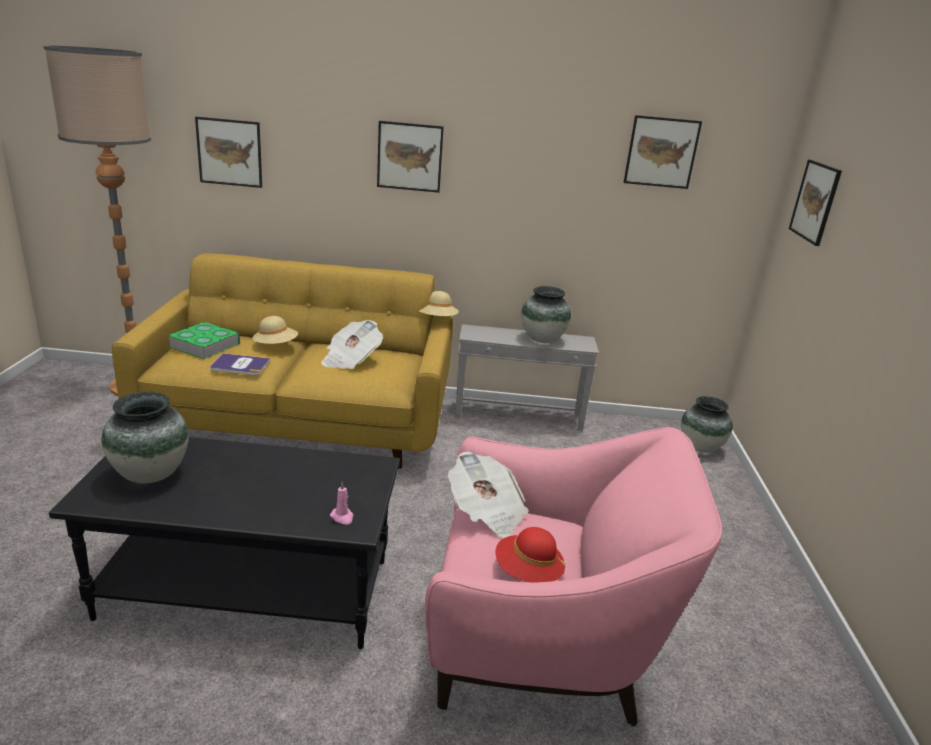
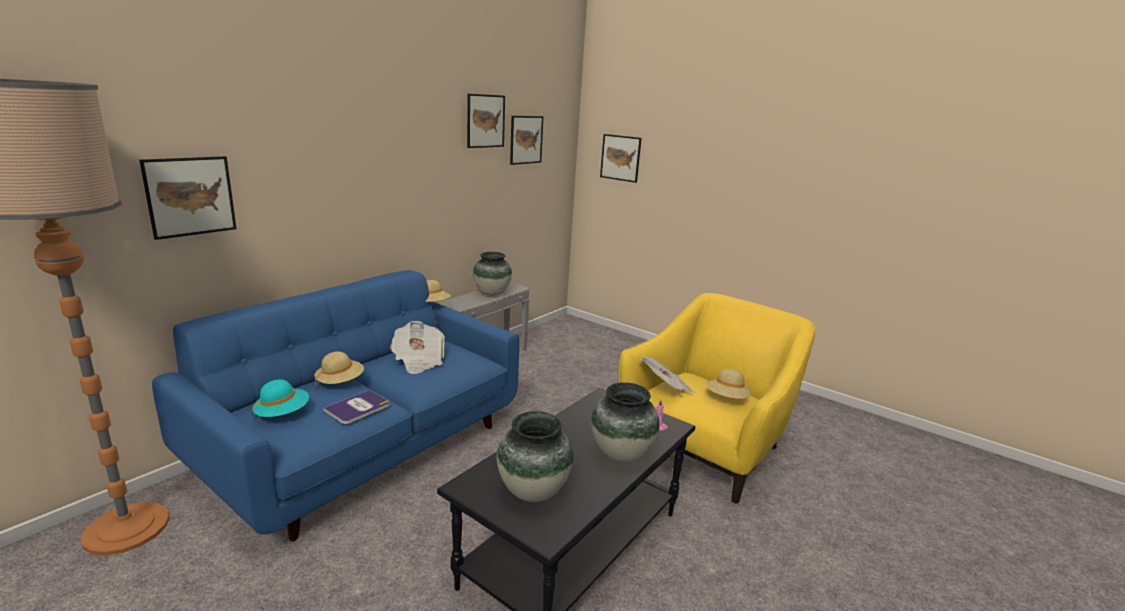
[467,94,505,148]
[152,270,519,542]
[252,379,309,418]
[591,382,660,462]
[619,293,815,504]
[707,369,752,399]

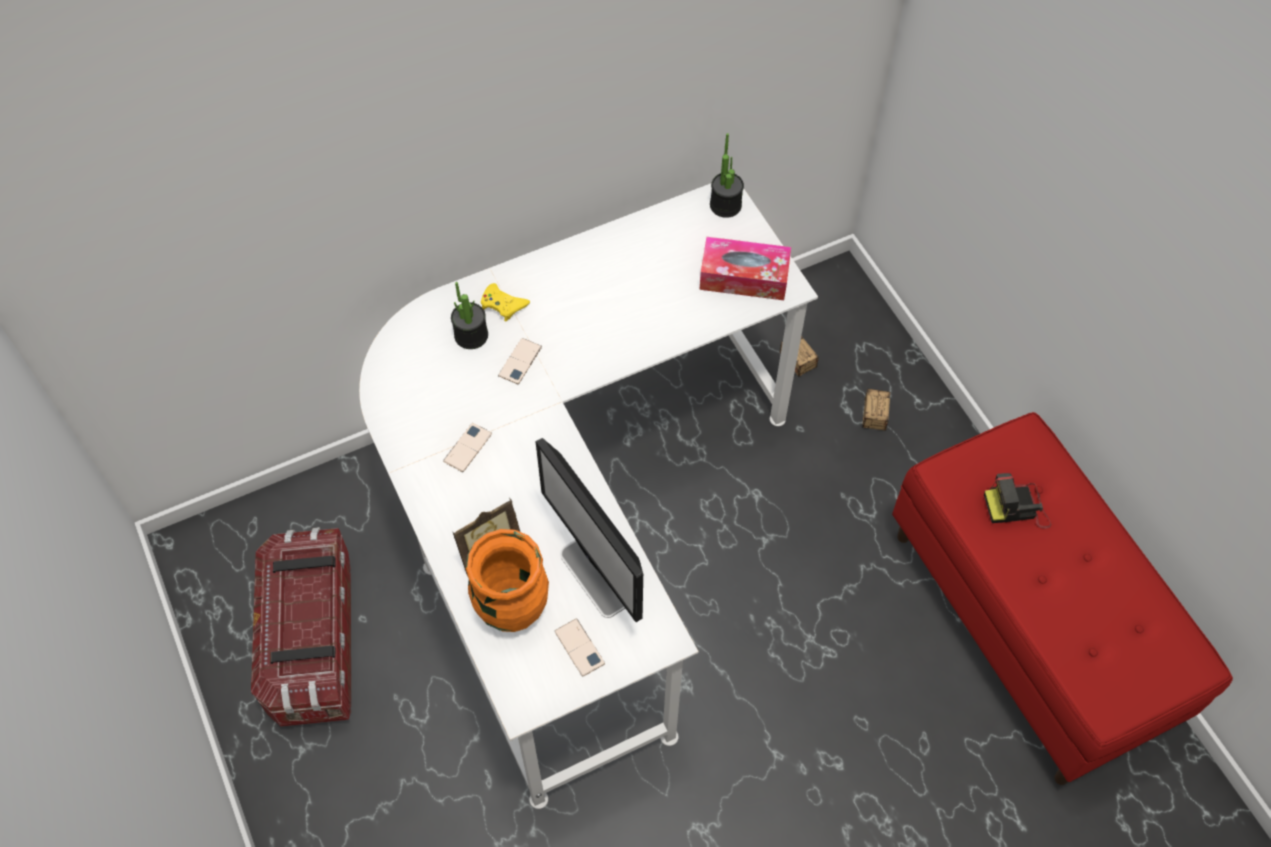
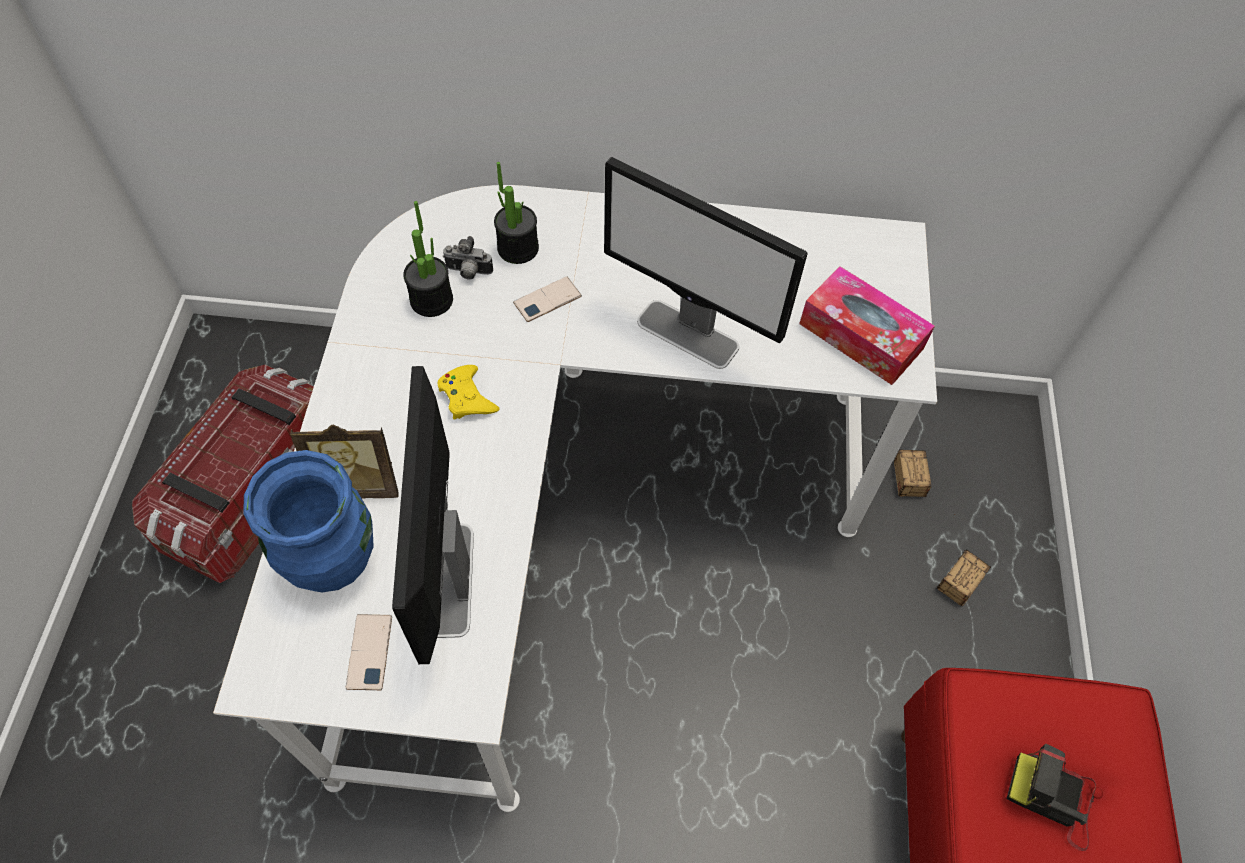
[403,201,453,317]
[438,365,499,420]
[443,423,492,472] (first image)
[243,450,373,592]
[604,157,808,369]
[442,236,493,280]

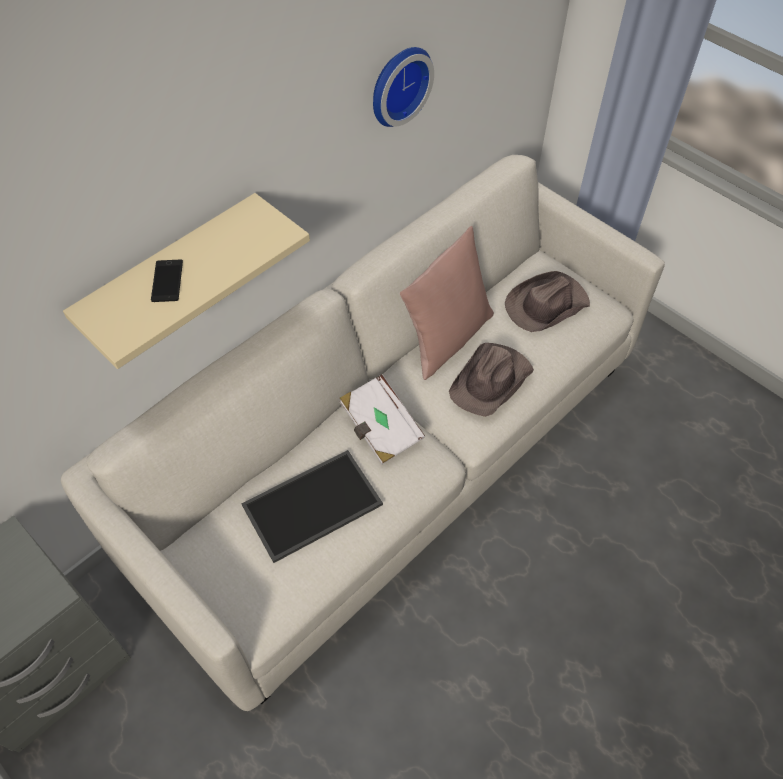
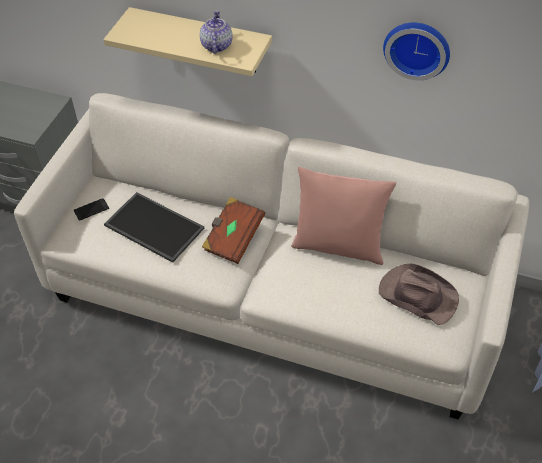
[74,198,109,221]
[449,343,534,417] (first image)
[202,197,265,264]
[200,10,232,54]

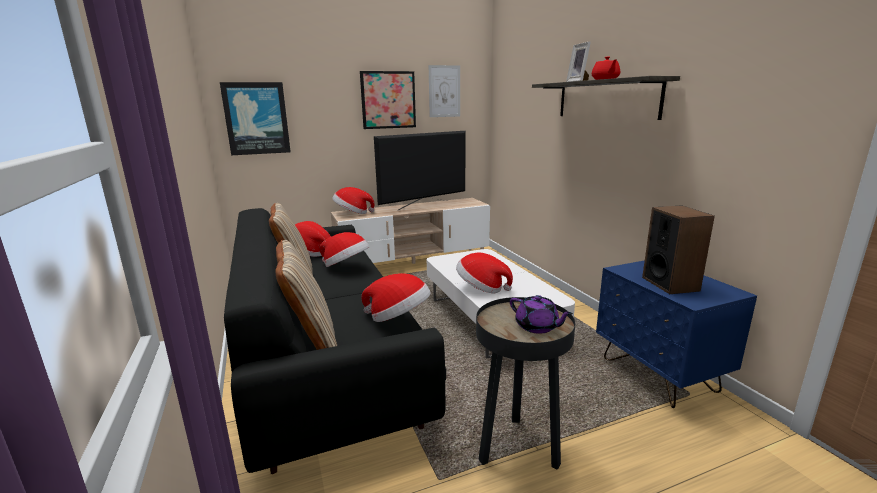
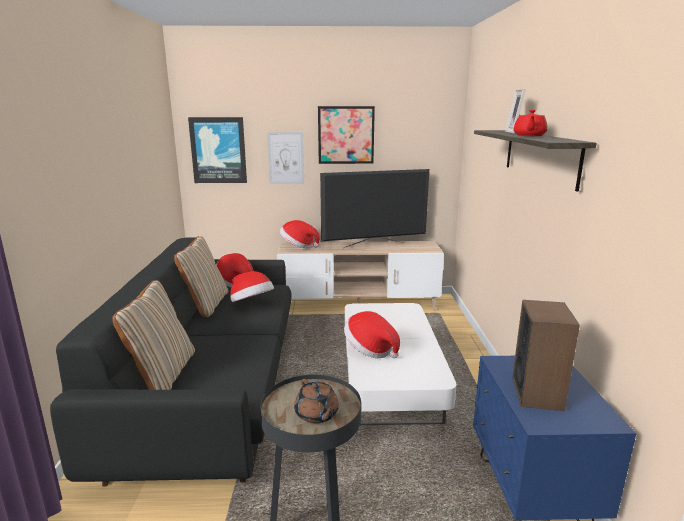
[267,132,304,184]
[361,273,431,322] (first image)
[294,379,339,424]

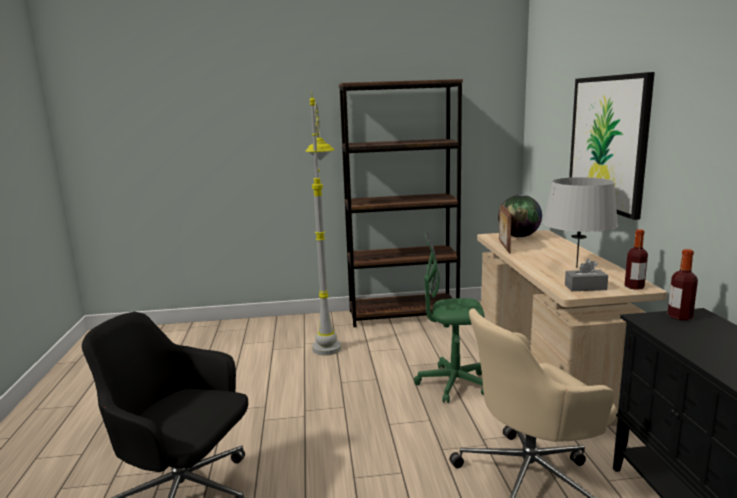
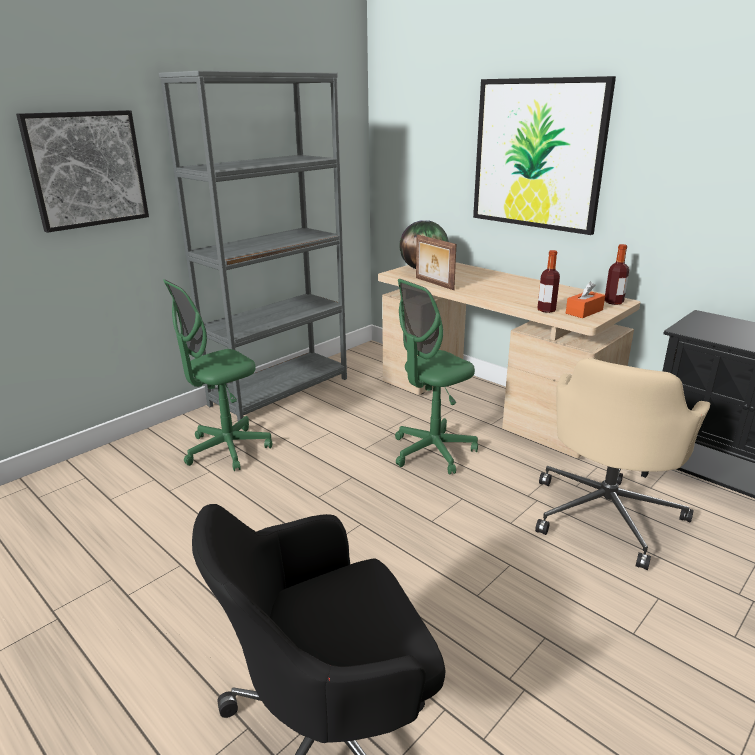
[159,71,347,421]
[163,279,272,471]
[543,177,618,268] (first image)
[537,250,560,313]
[566,282,605,318]
[16,110,149,233]

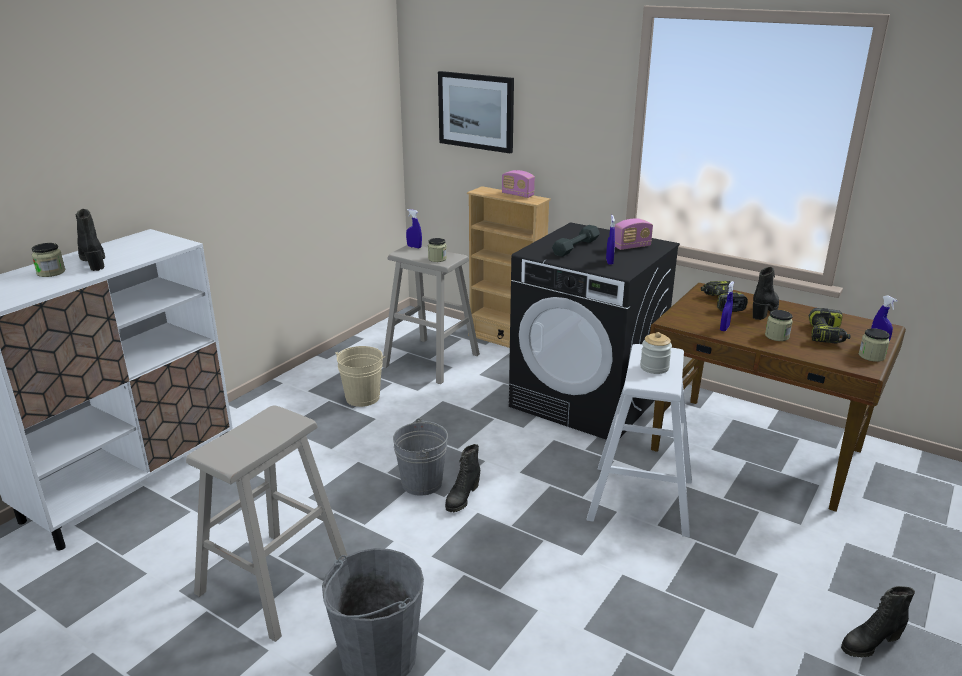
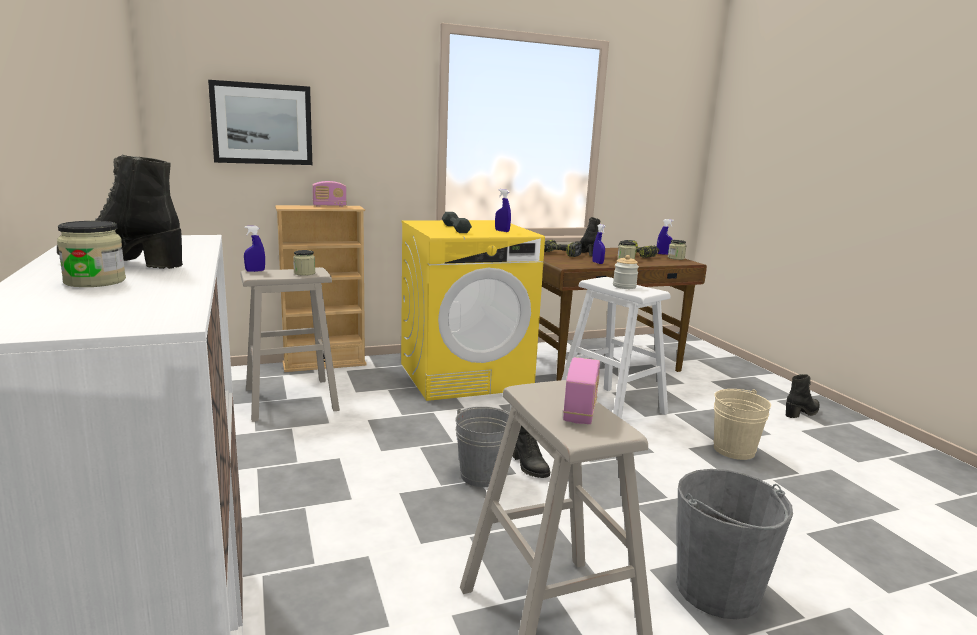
[563,357,600,424]
[401,220,545,401]
[714,389,771,460]
[786,374,820,418]

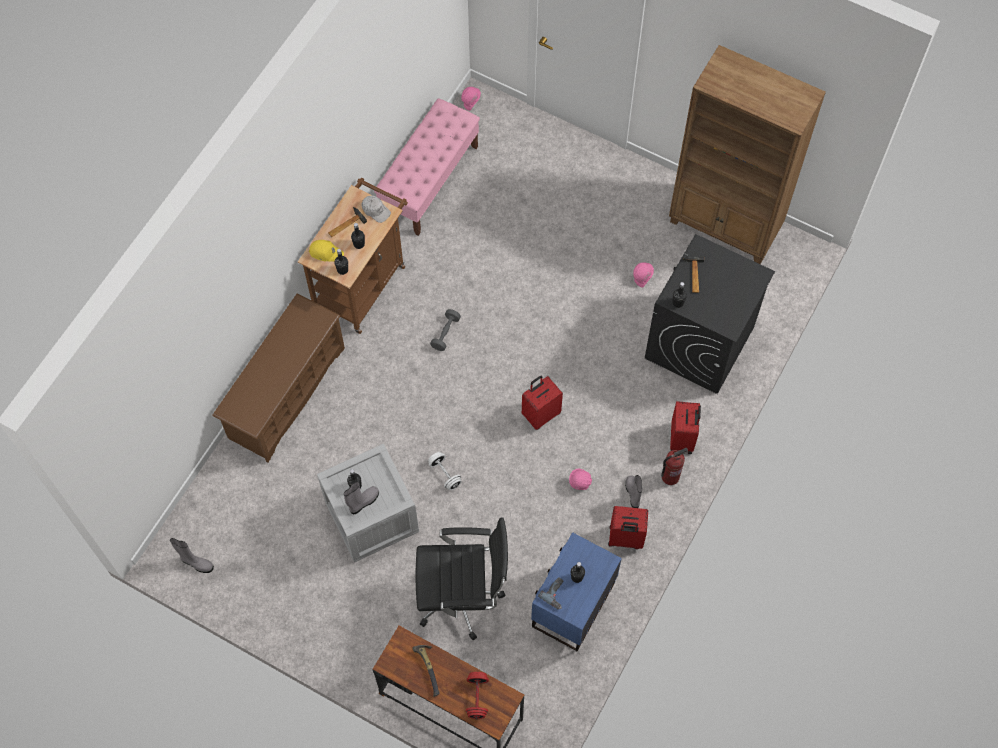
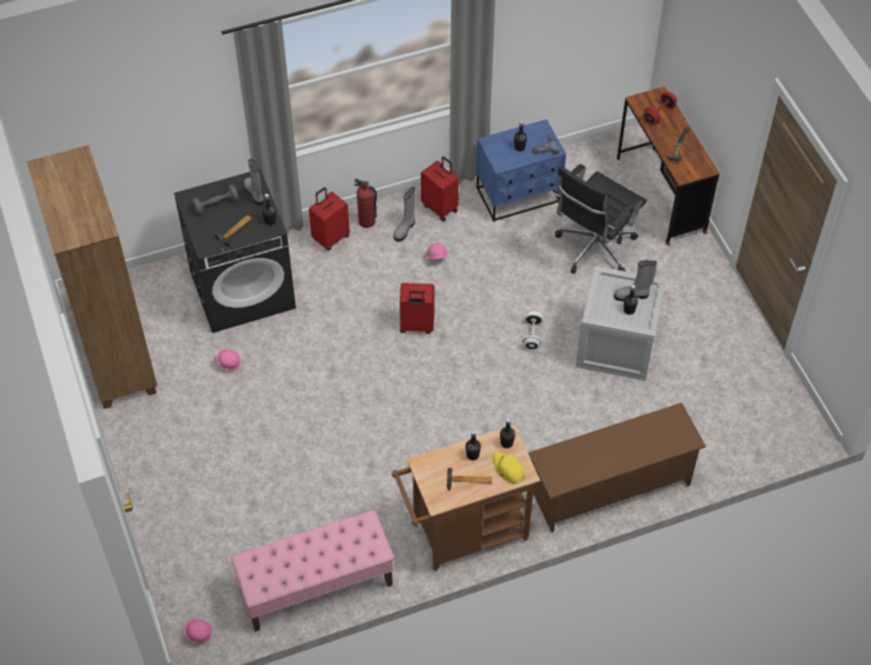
[361,196,391,223] (first image)
[192,184,239,215]
[554,164,647,274]
[244,159,264,205]

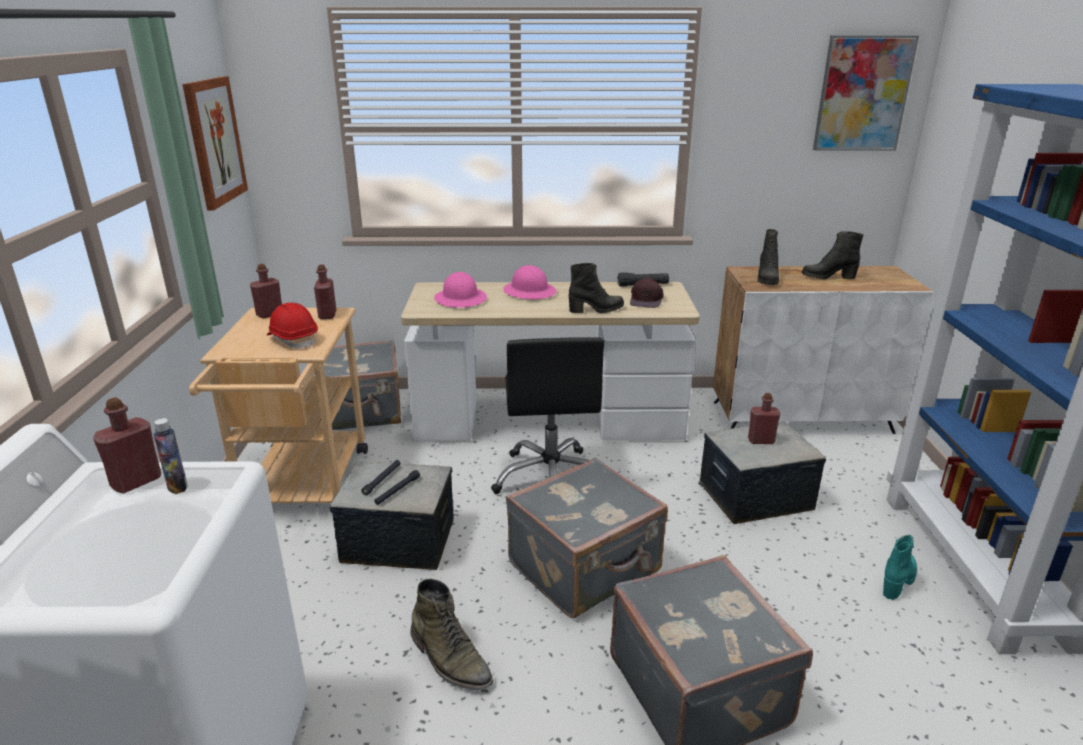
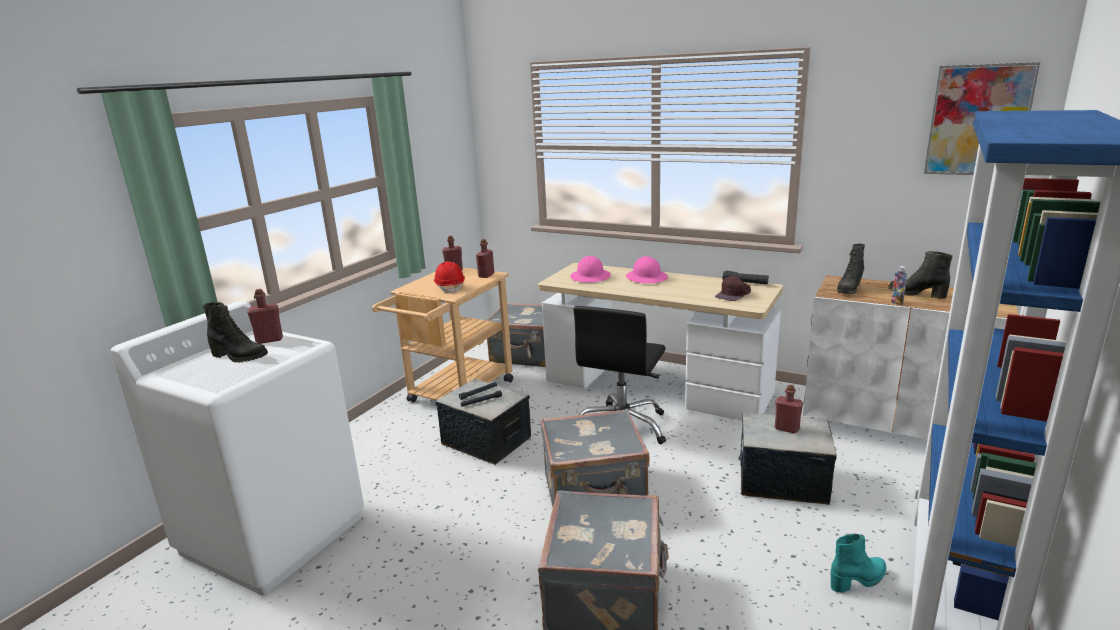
[182,77,248,210] (first image)
[202,302,268,363]
[891,266,907,305]
[411,579,493,691] (first image)

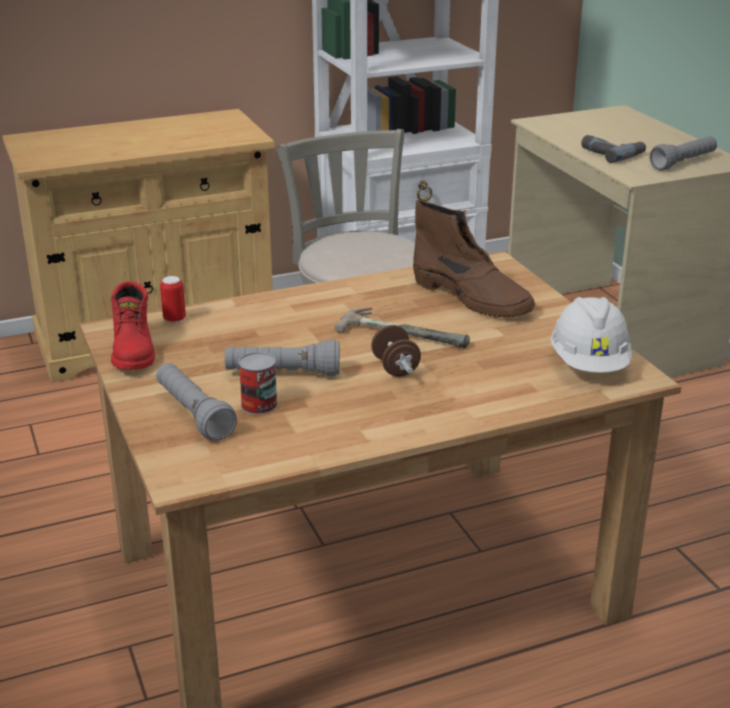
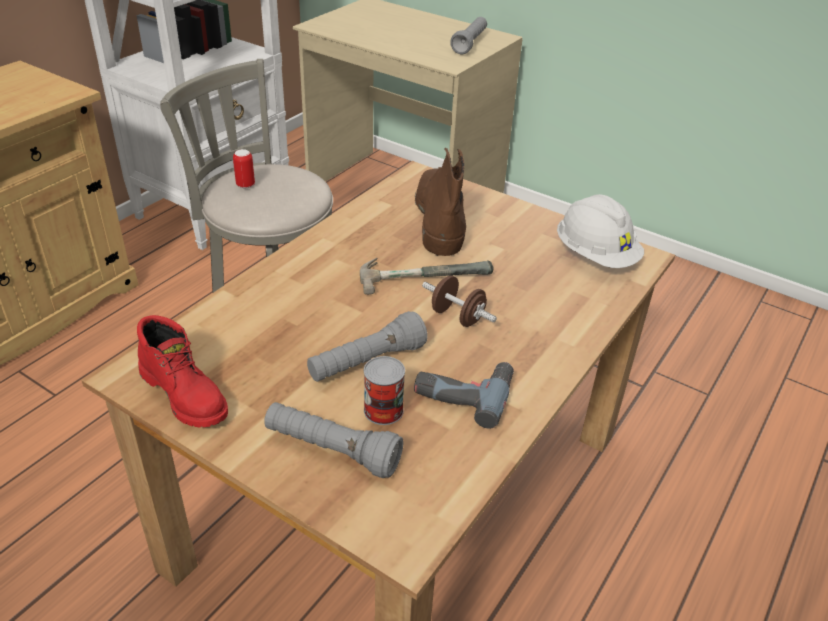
[414,362,514,429]
[415,148,466,256]
[233,149,255,188]

